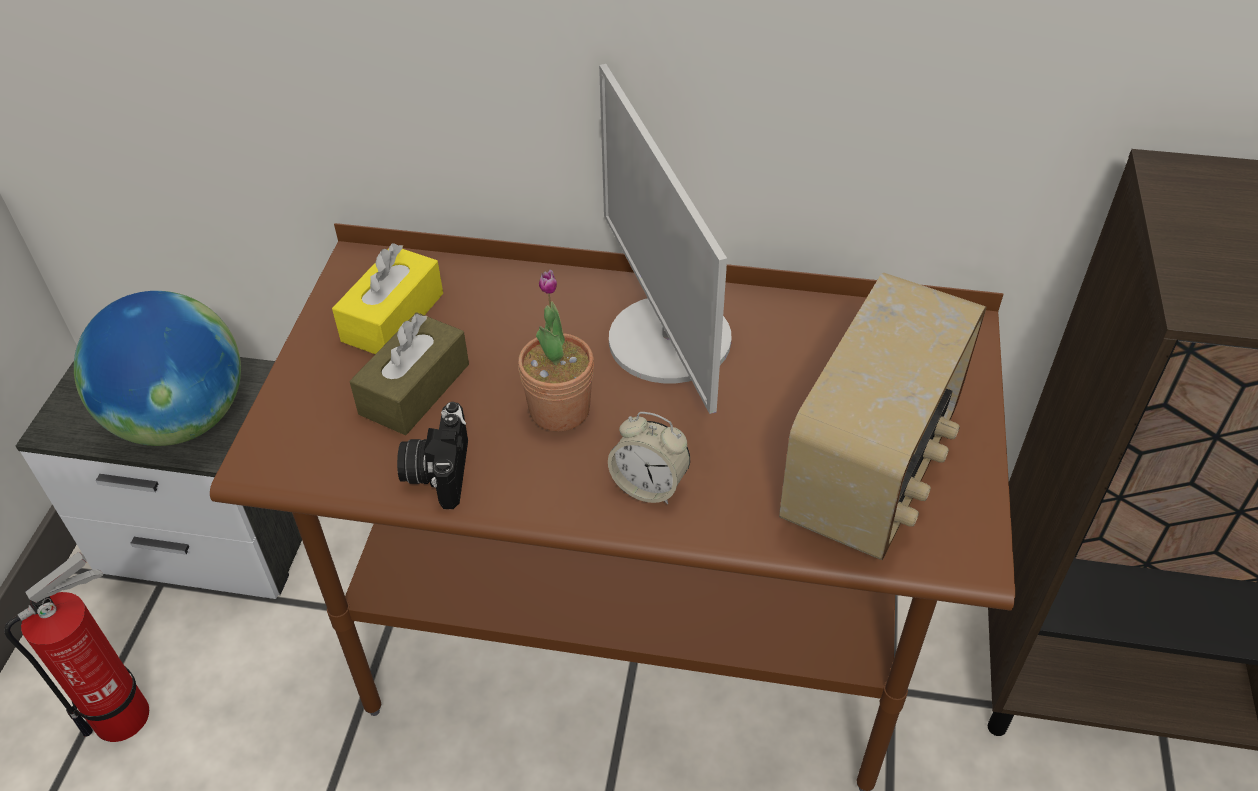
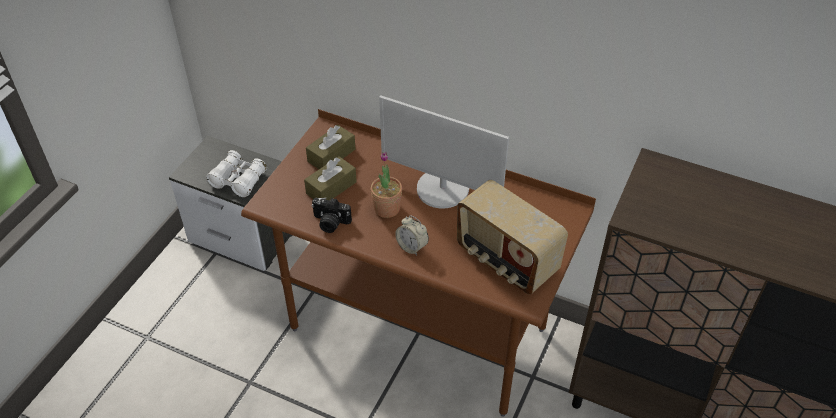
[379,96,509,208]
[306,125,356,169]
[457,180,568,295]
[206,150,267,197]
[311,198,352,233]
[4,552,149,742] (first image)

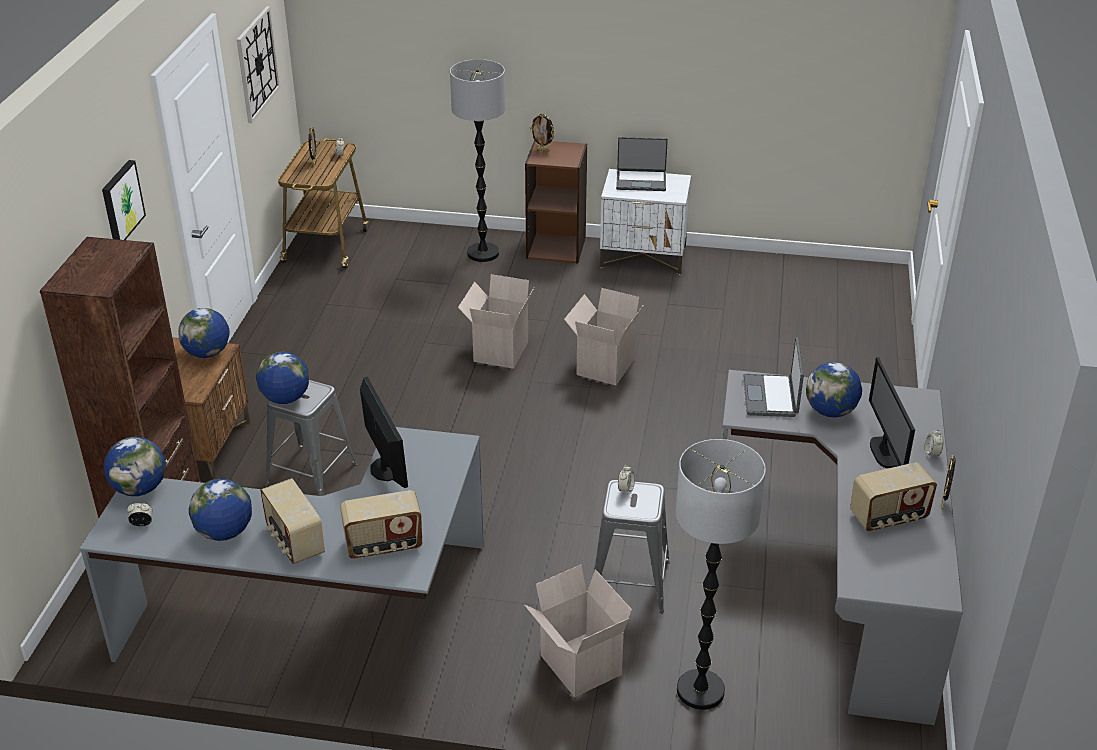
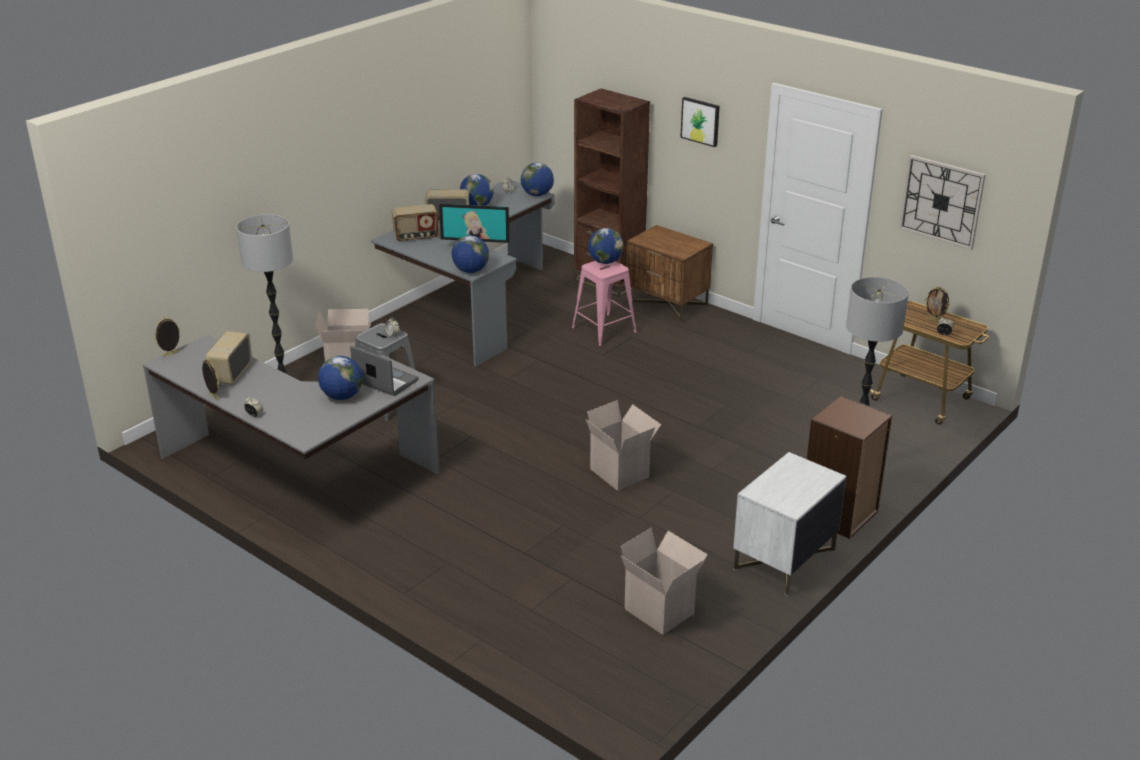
[154,317,180,357]
[616,137,668,191] (first image)
[621,528,708,635]
[451,235,489,273]
[869,357,915,468] (first image)
[572,261,637,347]
[392,204,438,242]

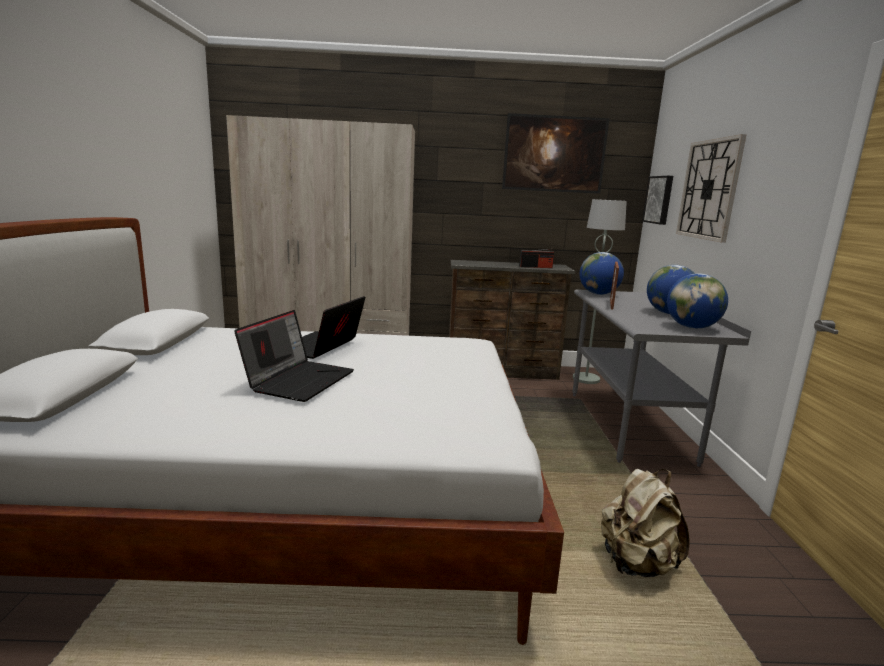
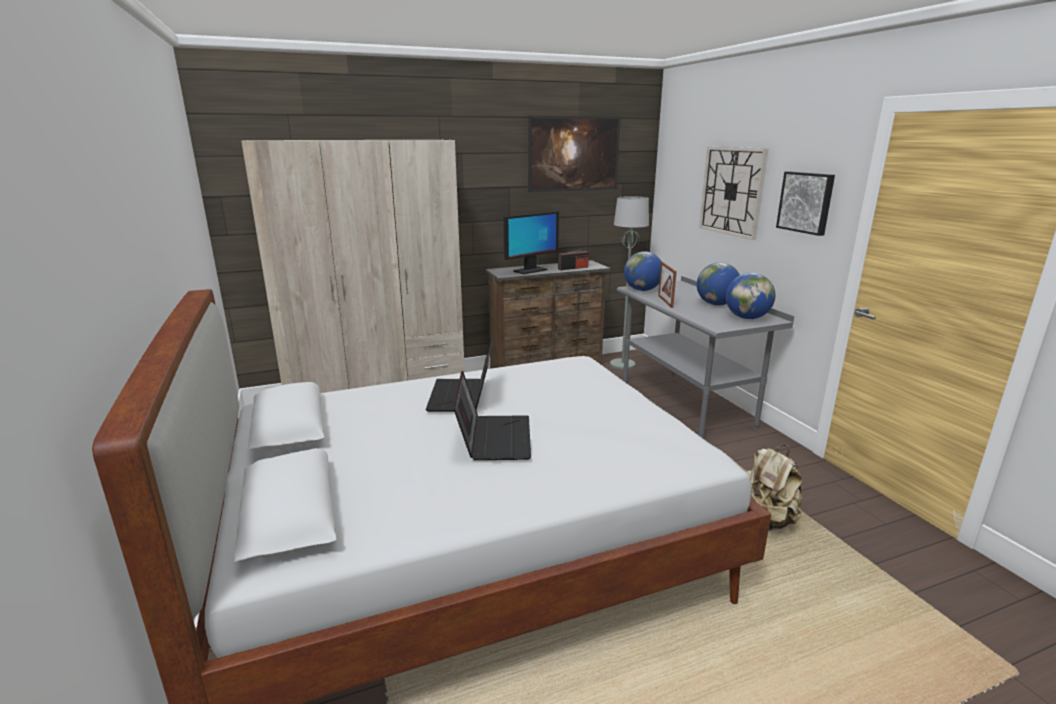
[776,171,835,236]
[503,211,559,274]

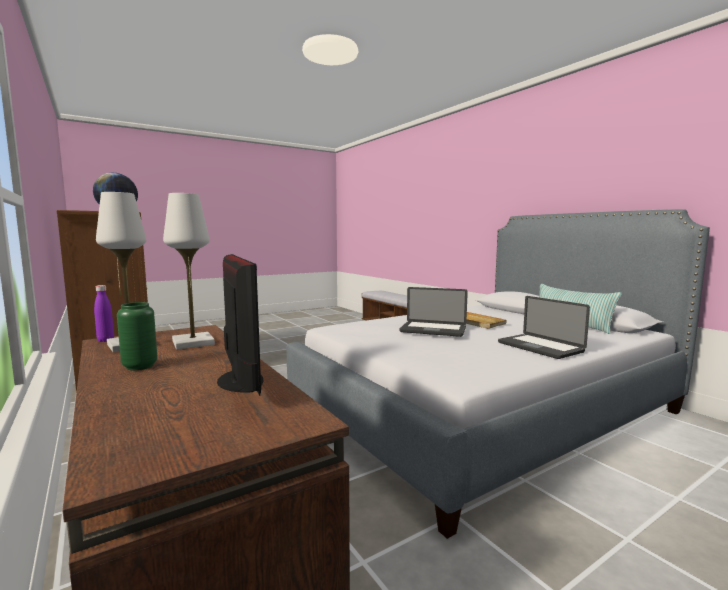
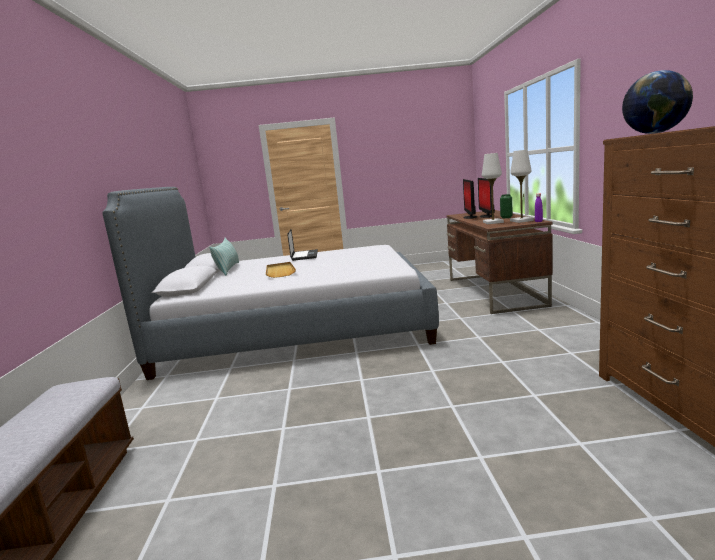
[400,287,468,337] (first image)
[478,178,495,218]

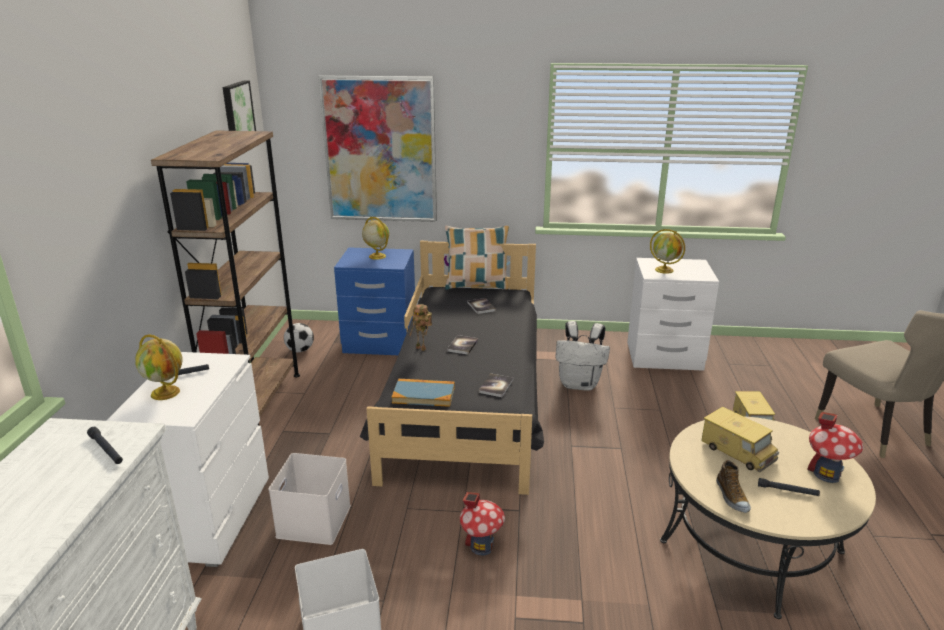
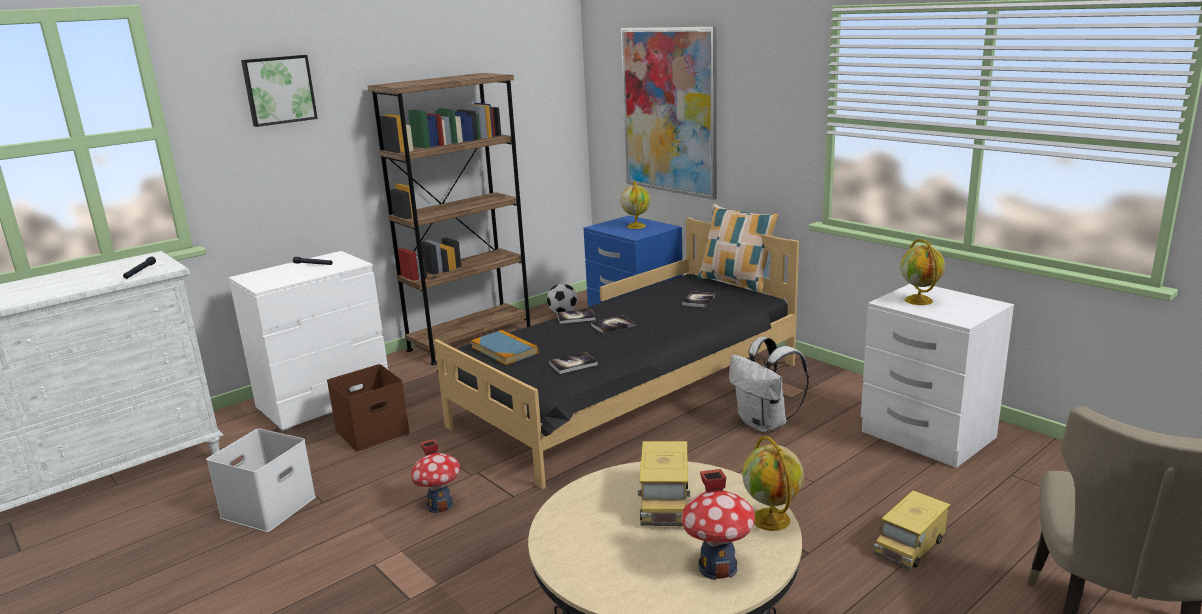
[241,55,318,127]
[557,309,595,324]
[742,436,804,531]
[327,364,410,452]
[716,460,751,513] (first image)
[758,478,820,496] (first image)

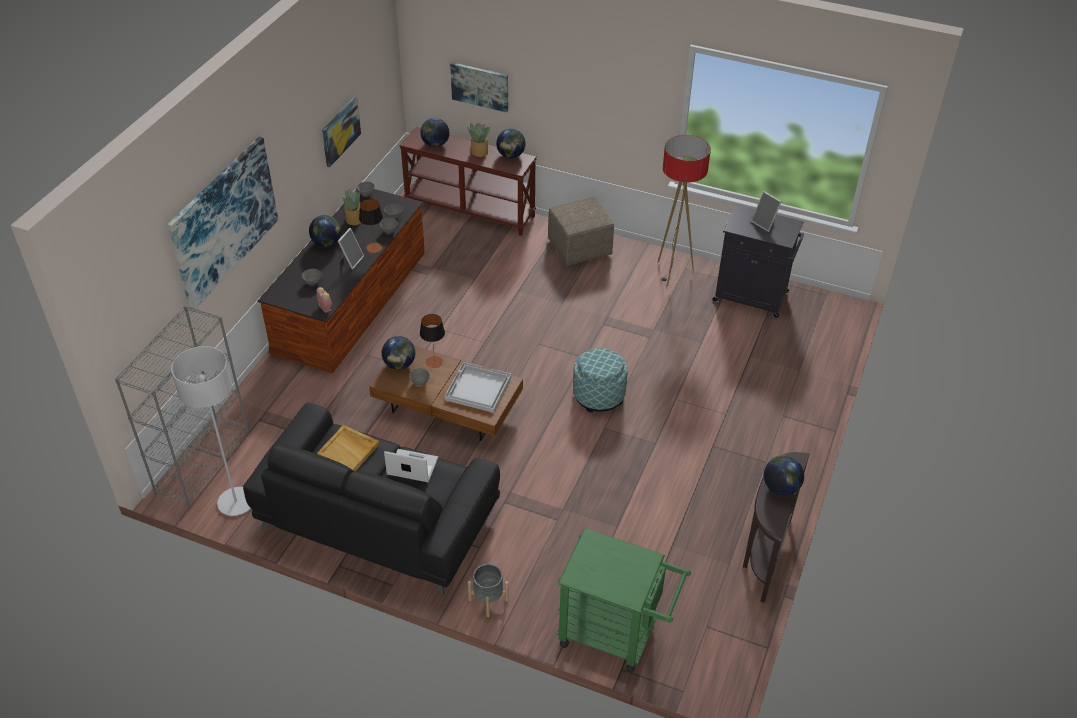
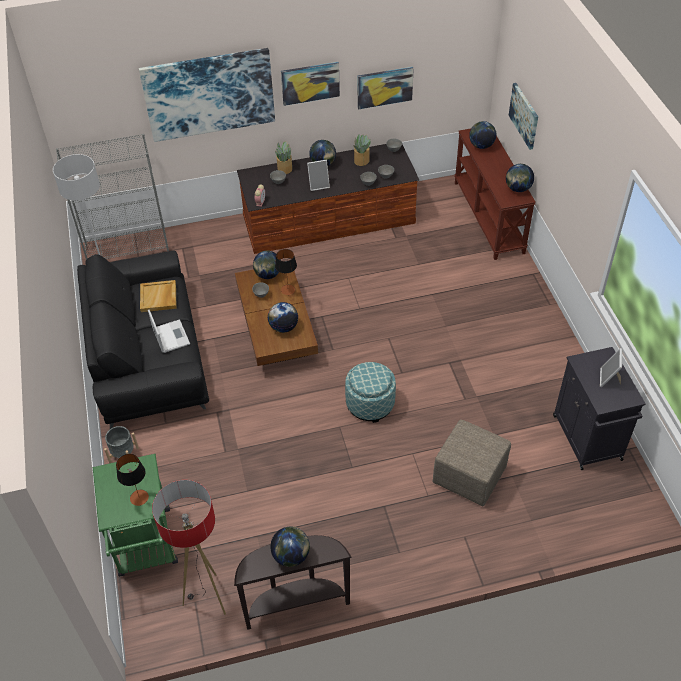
[275,141,292,174]
[152,480,226,615]
[433,420,511,506]
[116,454,149,506]
[268,302,298,333]
[281,62,340,106]

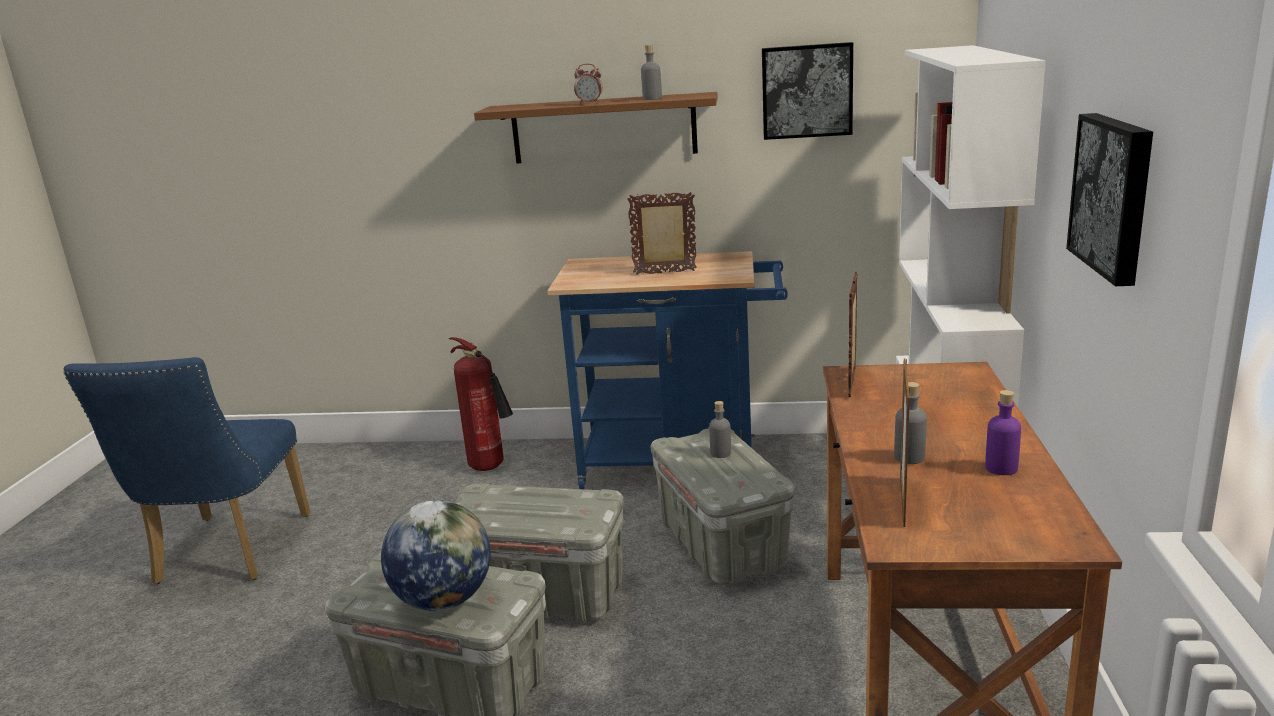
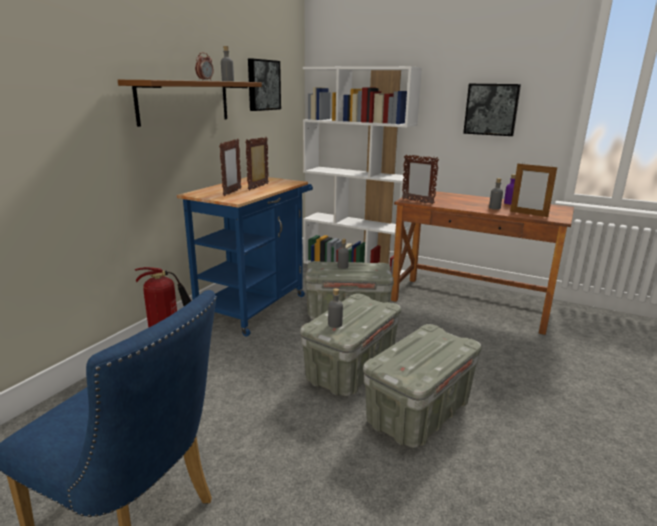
[381,500,491,611] (first image)
[219,139,242,196]
[328,288,343,328]

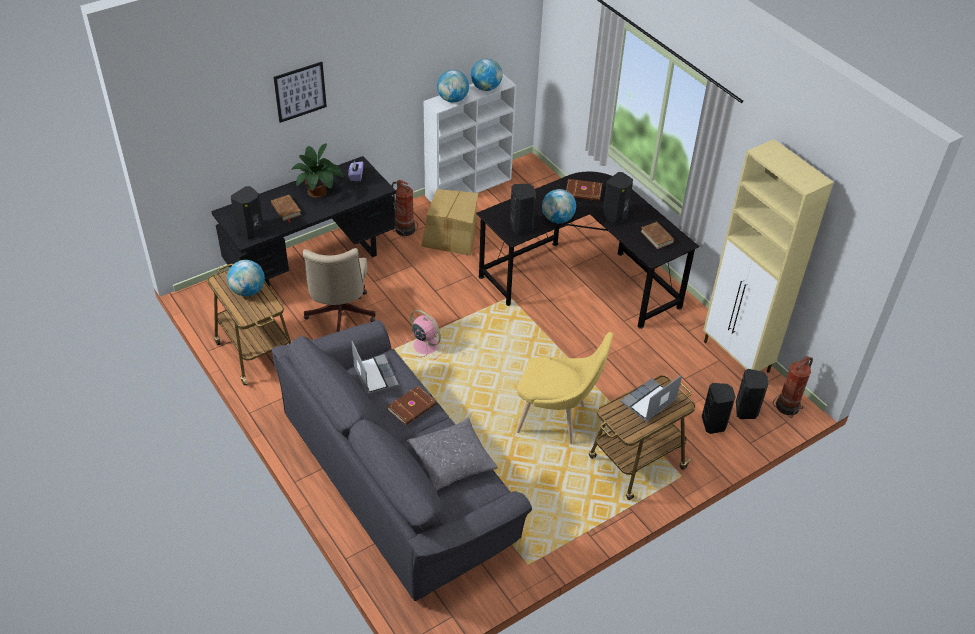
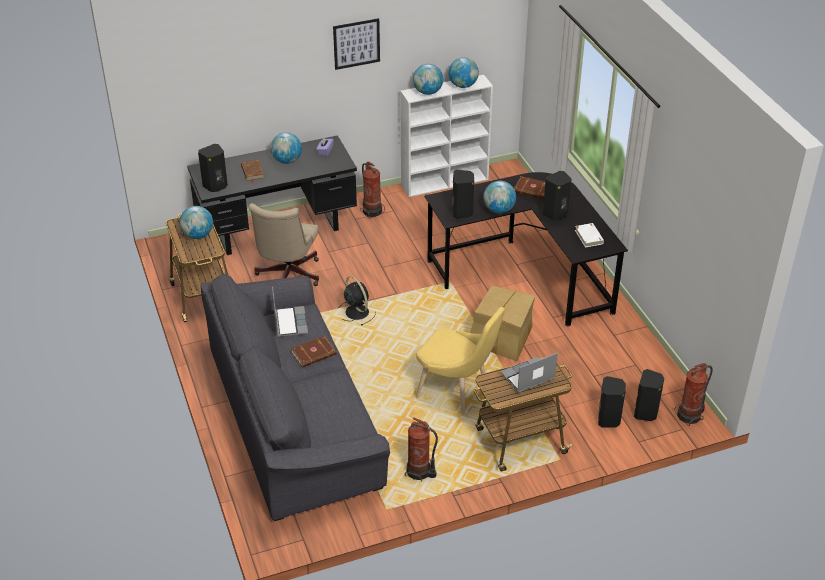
[333,18,380,70]
[703,139,834,373] (first image)
[271,132,302,164]
[470,286,535,361]
[575,223,604,247]
[339,276,376,326]
[407,418,498,491] (first image)
[405,418,438,482]

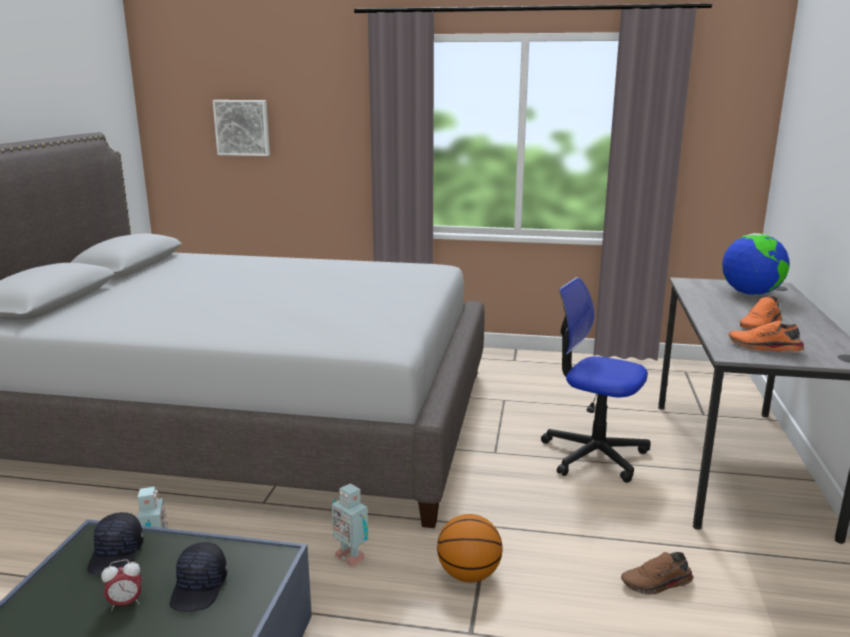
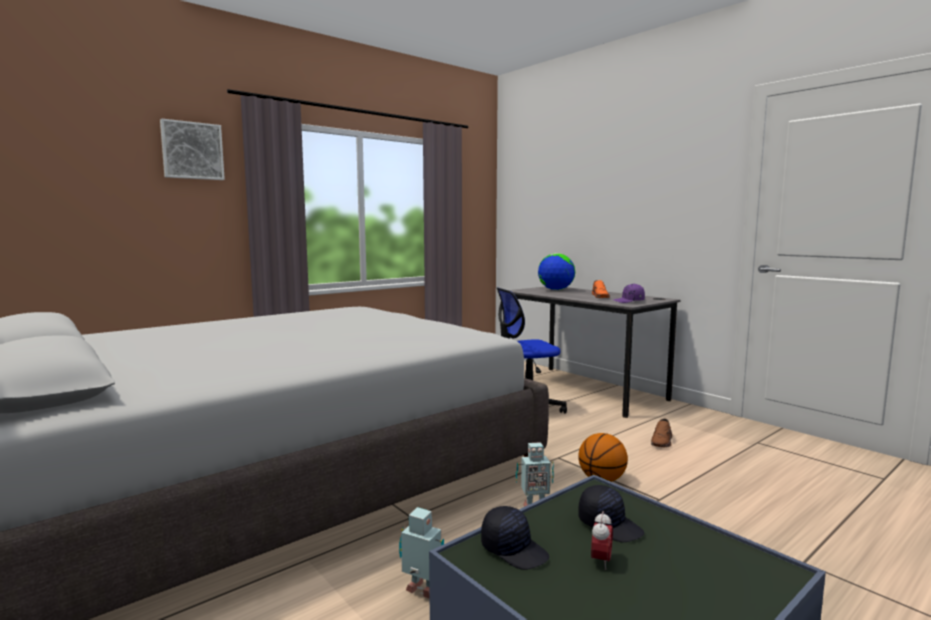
[160,119,225,180]
[613,284,645,303]

